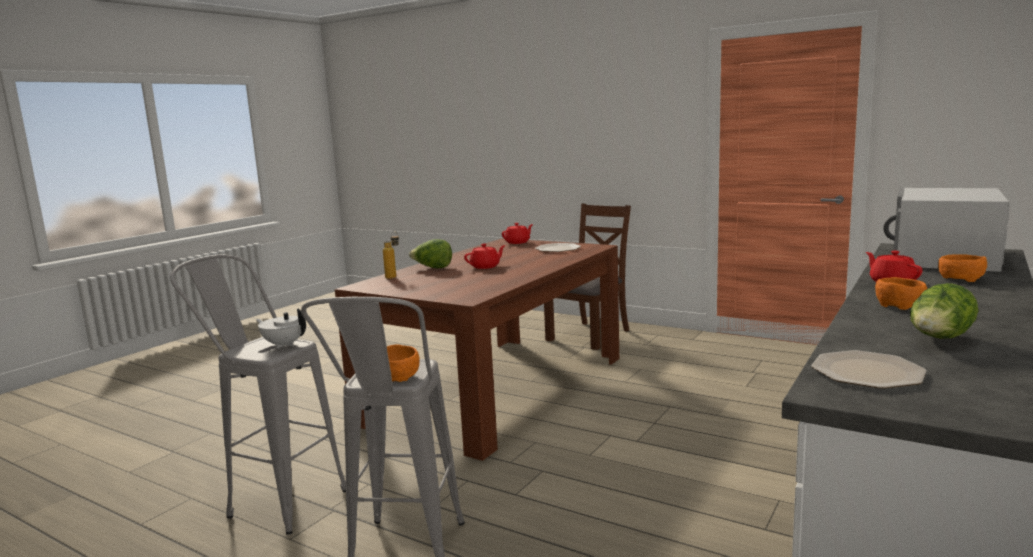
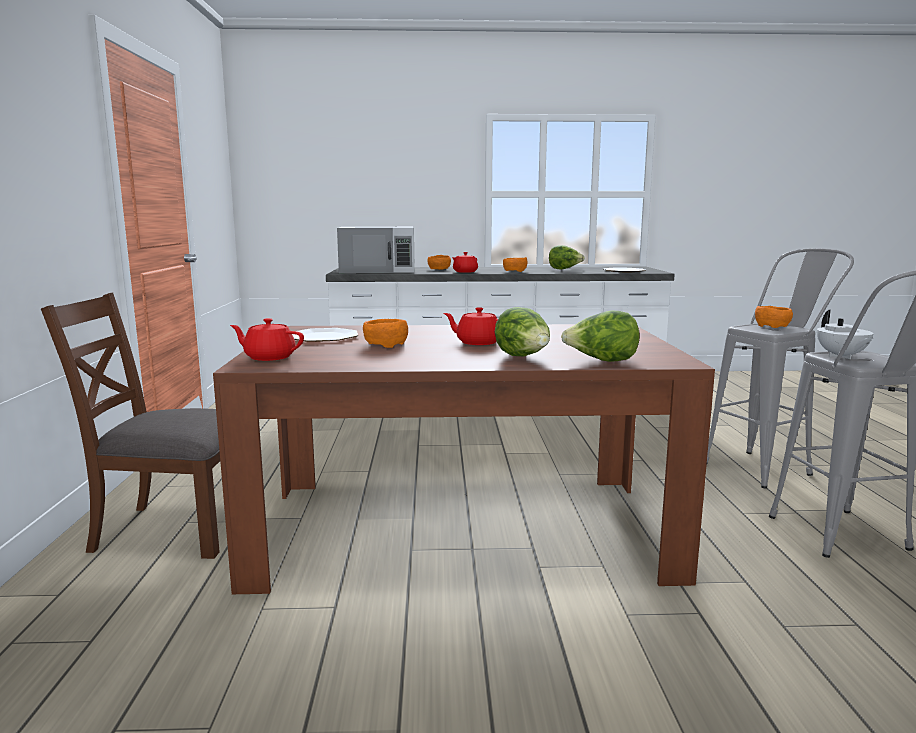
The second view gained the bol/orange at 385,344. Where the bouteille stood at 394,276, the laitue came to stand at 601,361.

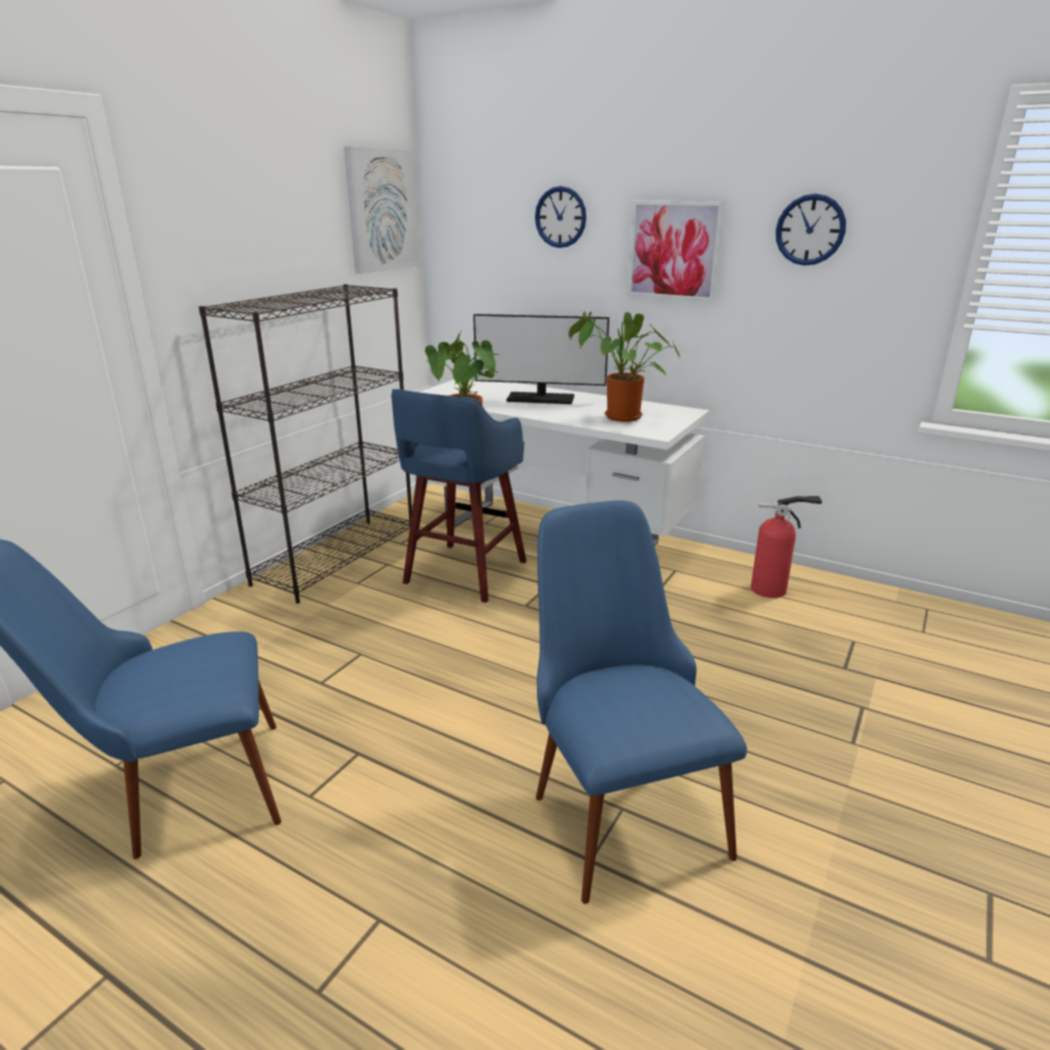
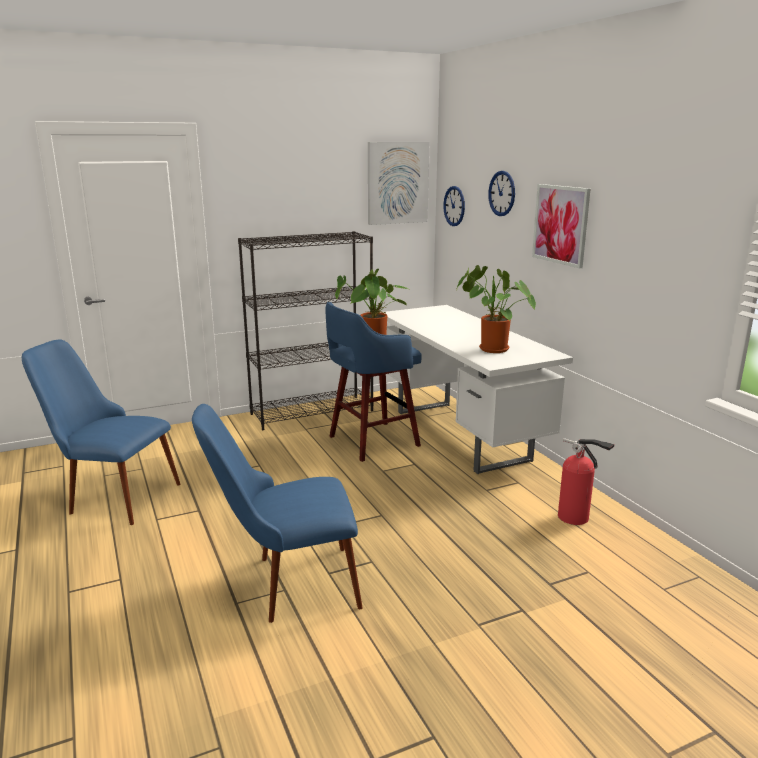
The chaise/bleu at 617,801 ended up facing another way, 120 degrees counterclockwise from before. The horloge murale ended up elsewhere, having gone from 810,230 to 454,206. The second view lost the écran d'ordinateur at 540,399.

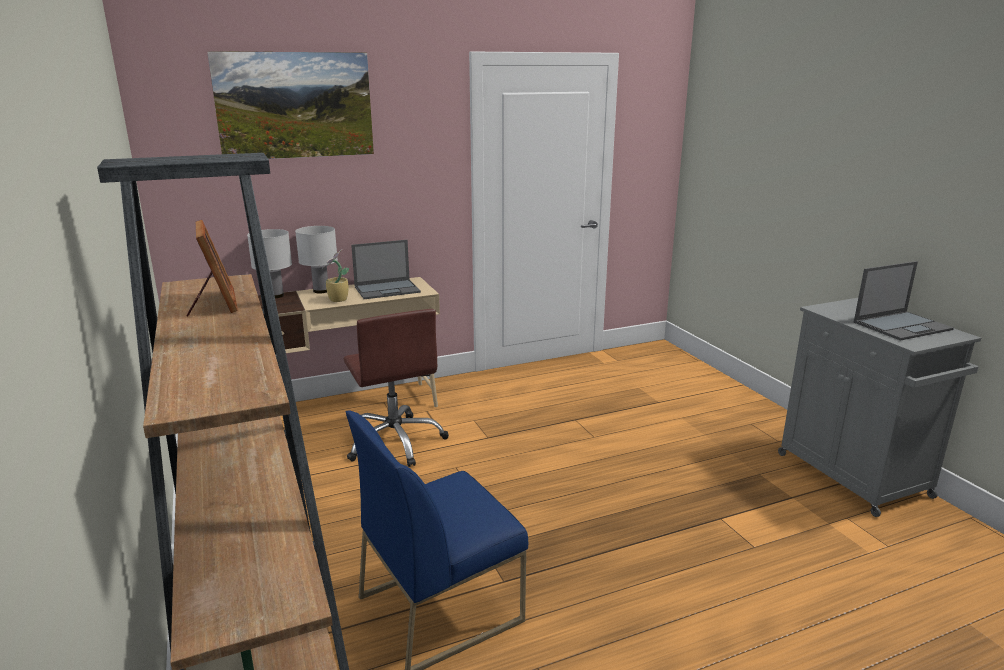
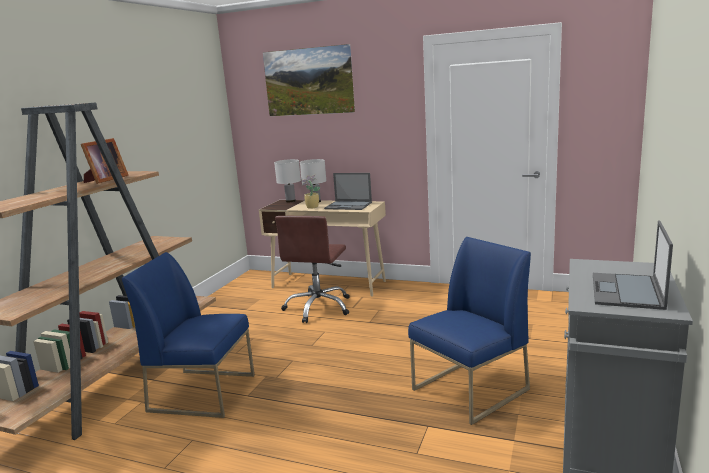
The second view gained the chaise/bleu at 470,390. The ordinateur portable at 902,326 ended up facing another way, 90 degrees clockwise from before.

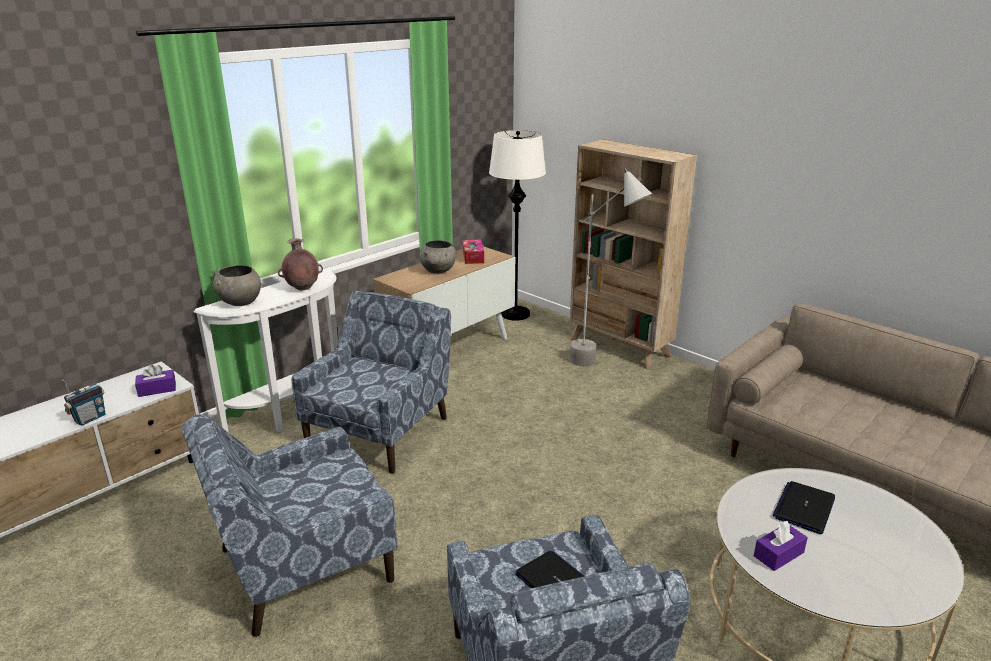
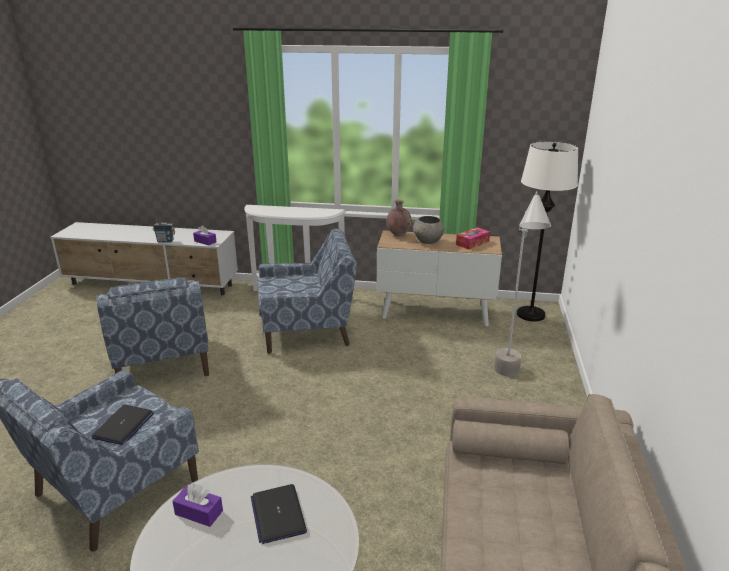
The fauteuil/bleu at 302,566 ended up facing another way, 135 degrees counterclockwise from before. The ordinateur portable at 804,508 ended up facing another way, 105 degrees counterclockwise from before. The vase/marron ended up elsewhere, having gone from 302,288 to 398,235. The second view lost the bol/gris at 240,302. The second view lost the bibliothèque/beige at 619,348.

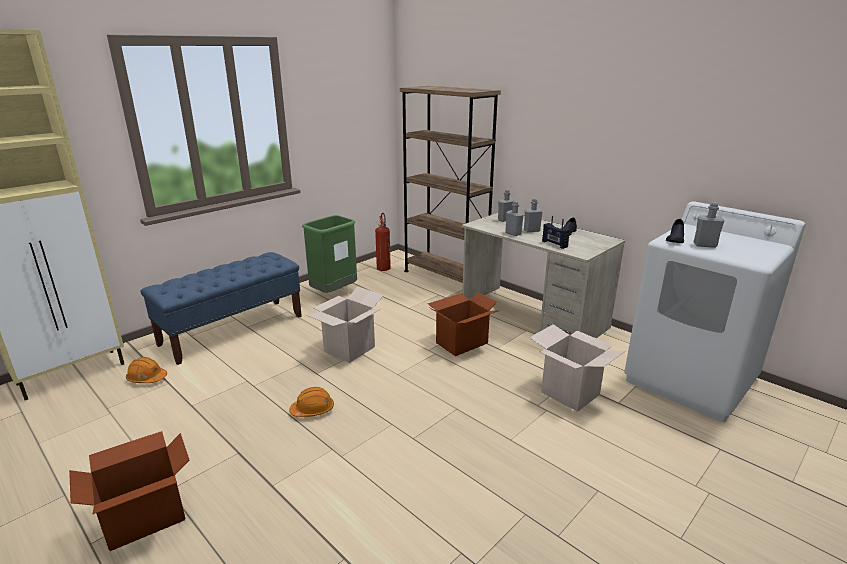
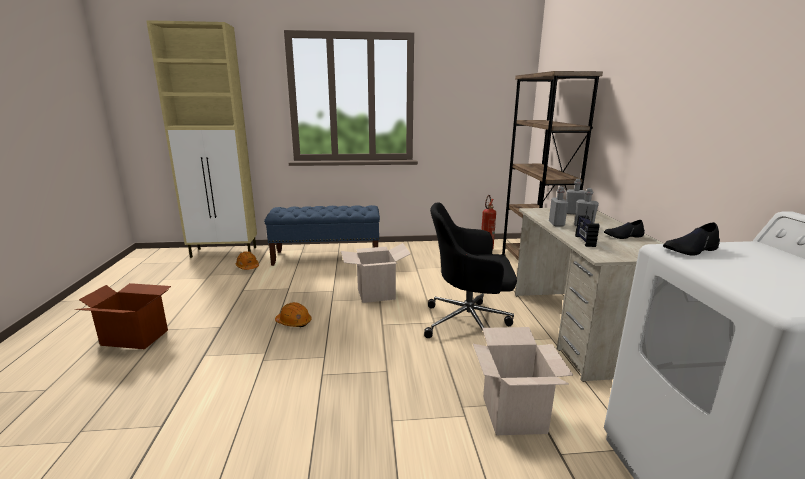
Where the carton stood at 461,343, the chaise de bureau/noir came to stand at 469,323. The second view lost the poubelle/vert at 334,293. The second view lost the bouteille/gris at 705,245.

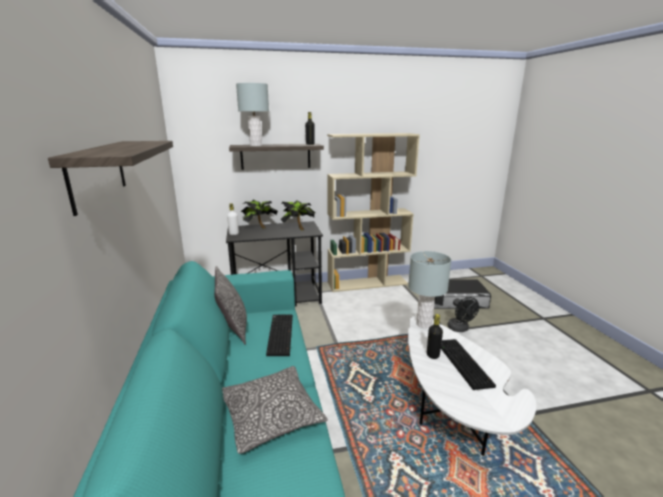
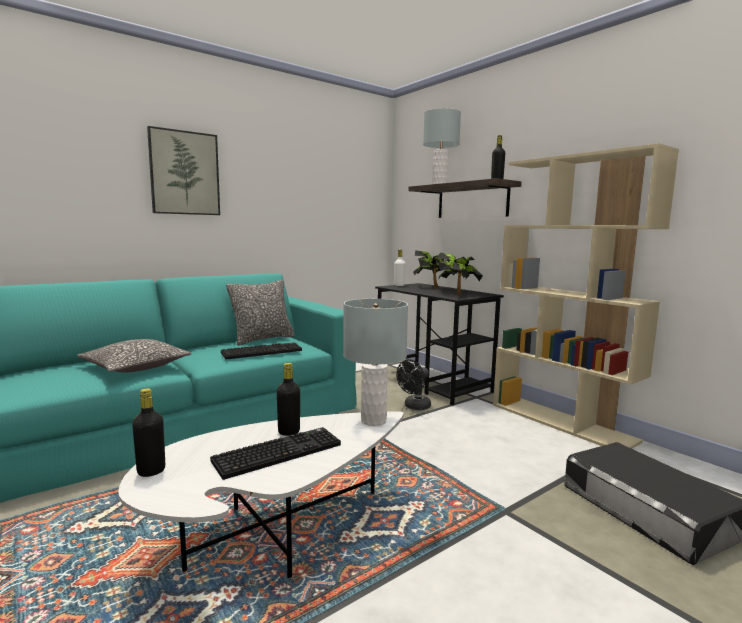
The second view gained the bouteille/noir at 151,471. Where the étagère hung at 98,173, the tableau came to hang at 184,173. The ventilateur/noir ended up elsewhere, having gone from 460,329 to 414,407.

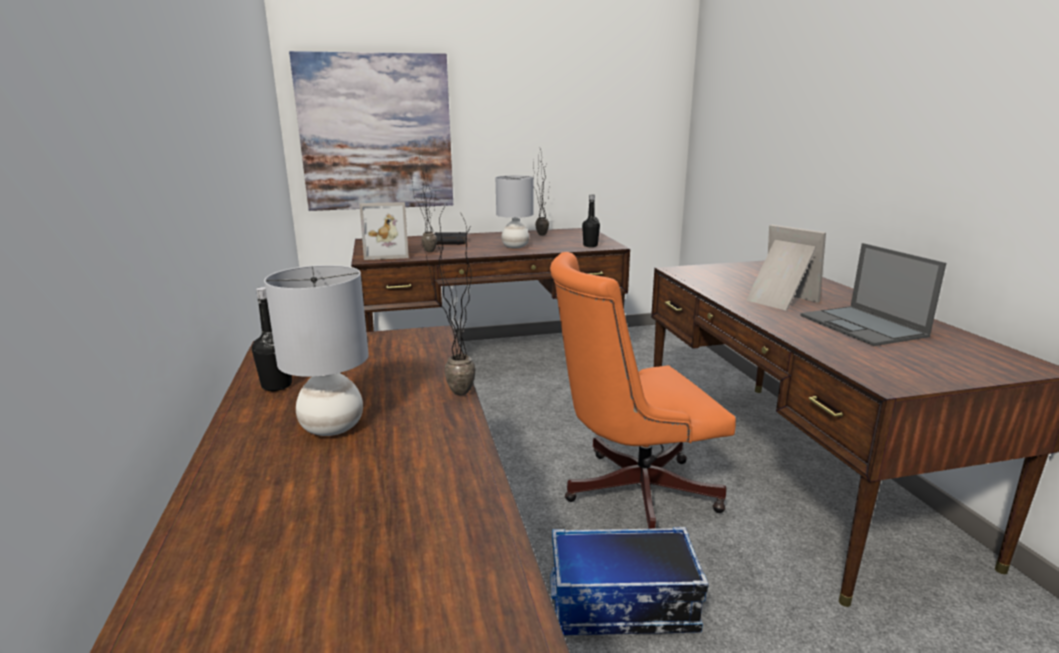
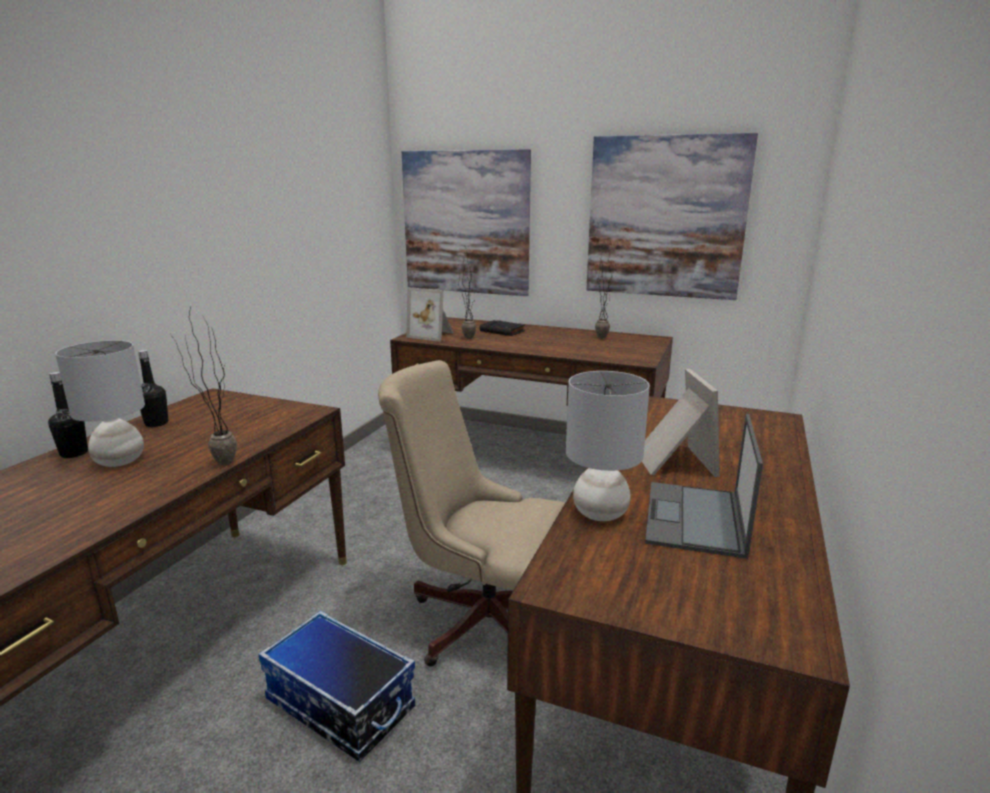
The bouteille/noir ended up elsewhere, having gone from 590,245 to 74,453. What was the chaise de bureau/orange at 630,493 turned into the chaise de bureau/beige at 478,618. The lampe de table/gris ended up elsewhere, having gone from 514,246 to 599,513. The second view gained the tableau at 665,217.

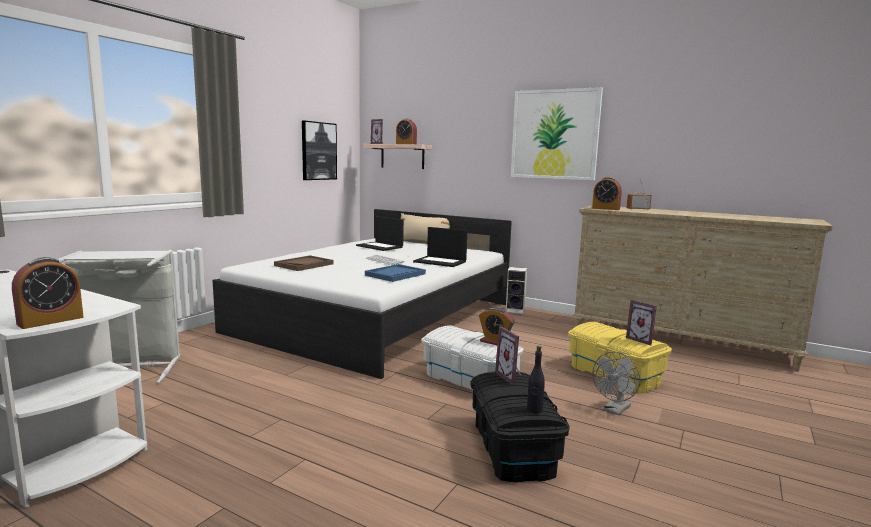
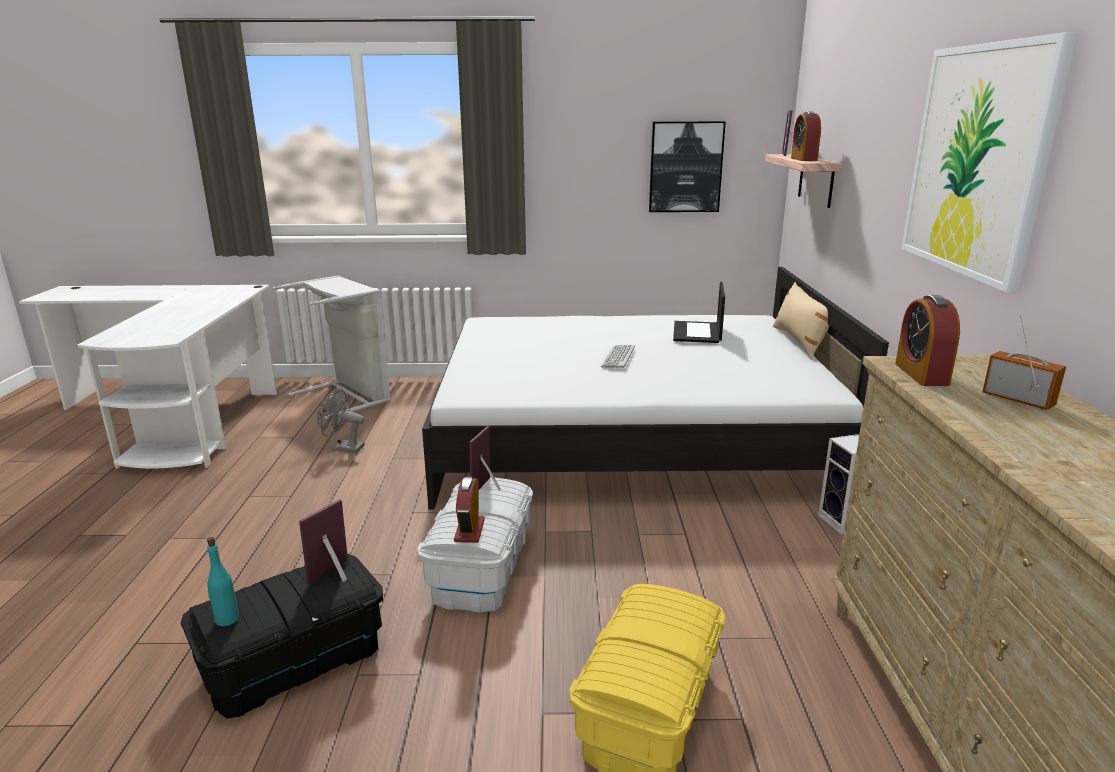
What was the bouteille/noir at 534,410 turned into the bouteille/turquoise at 227,619. The ventilateur/gris ended up elsewhere, having gone from 615,410 to 343,448. The cadre photo ended up elsewhere, having gone from 642,340 to 489,488. The second view lost the réveil at 50,320. The second view lost the plateau/marron at 304,265. The second view lost the plateau/bleu at 395,274. The second view lost the ordinateur portable at 440,262.

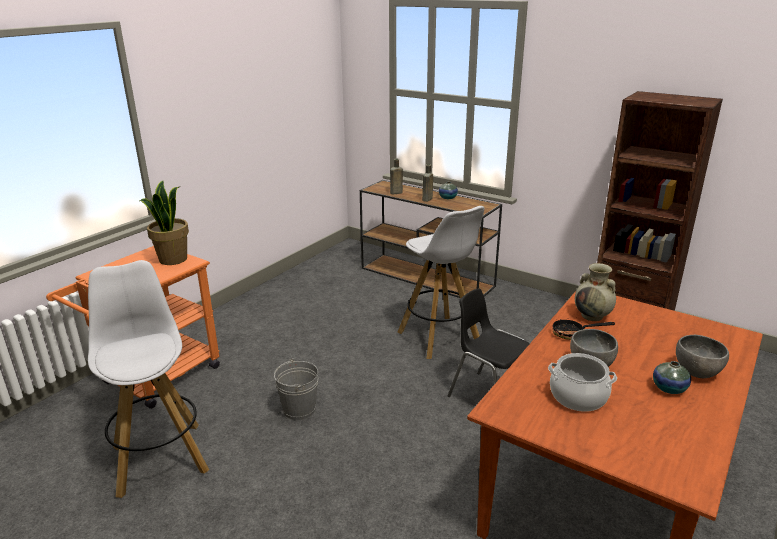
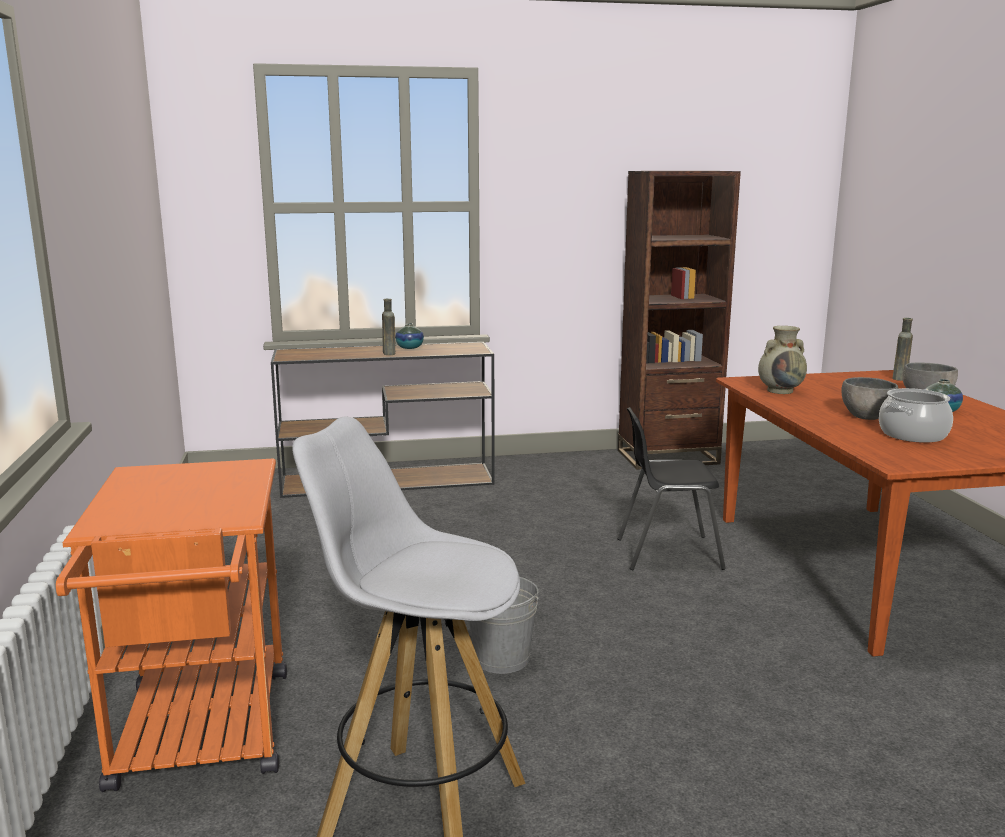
The bouteille/marron ended up elsewhere, having gone from 395,193 to 899,378. The second view lost the plante en pot at 172,259. The second view lost the tabouret/blanc at 439,338. The second view lost the poêle at 573,333.

